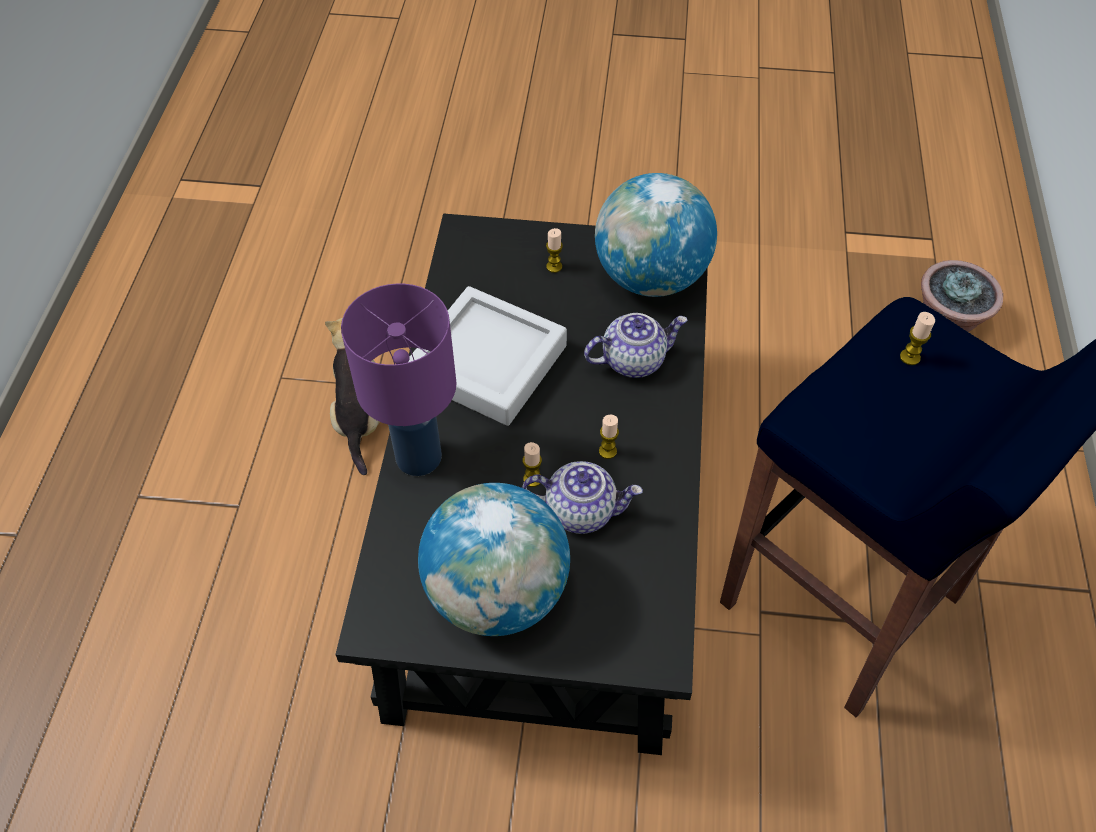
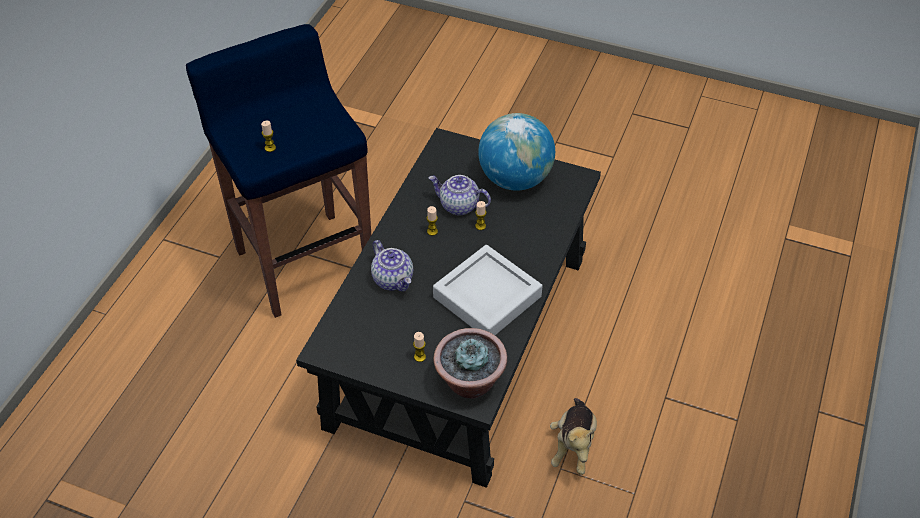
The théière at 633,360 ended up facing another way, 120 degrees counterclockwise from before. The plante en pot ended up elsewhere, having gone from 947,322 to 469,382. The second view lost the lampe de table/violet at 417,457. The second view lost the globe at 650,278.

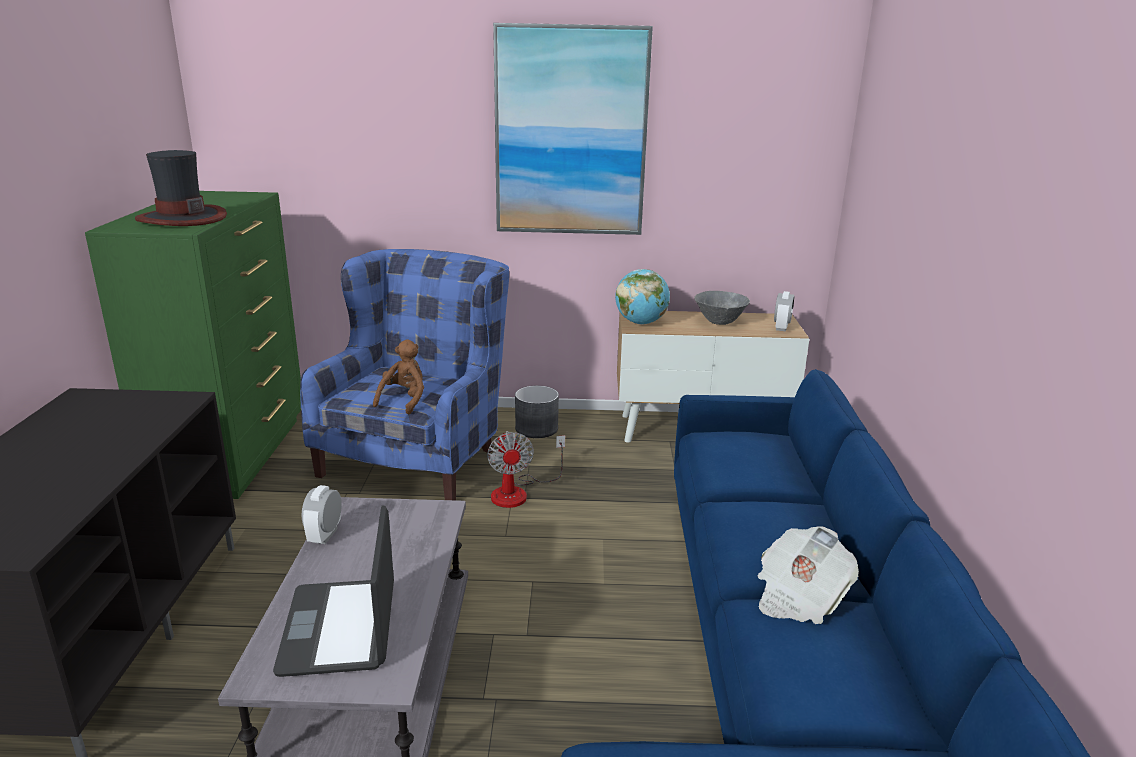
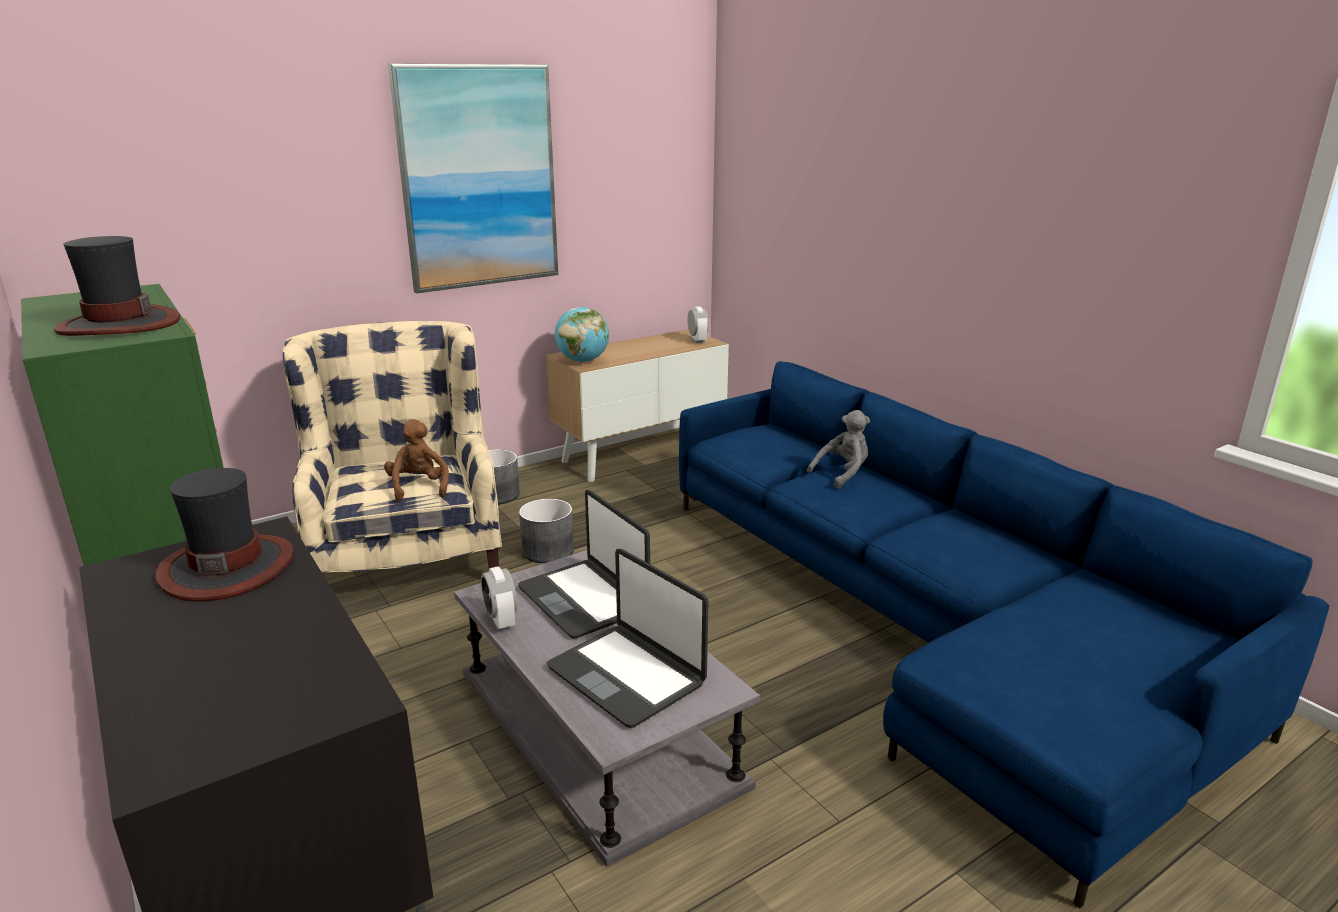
The second view gained the chapeau at 227,567. What was the fauteuil/bleu at 419,455 turned into the fauteuil/beige at 409,553. The second view gained the ordinateur portable at 584,599. Where the ventilateur stood at 518,492, the cache-pot/gris came to stand at 548,550. The second view gained the peluche/gris at 842,474. The second view lost the bol/gris at 720,323. The second view lost the journal at 799,596.

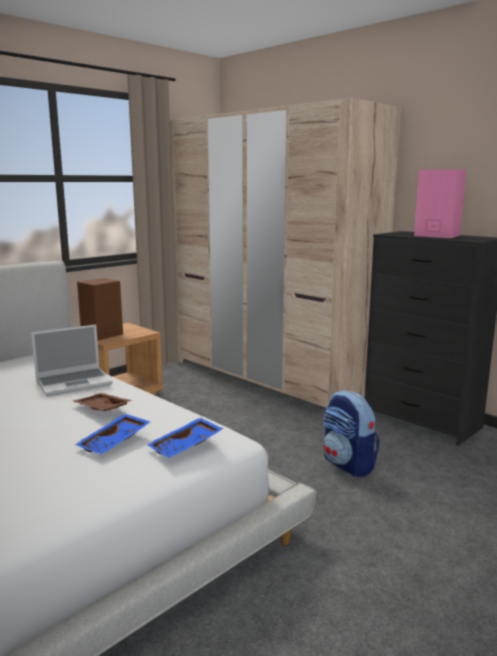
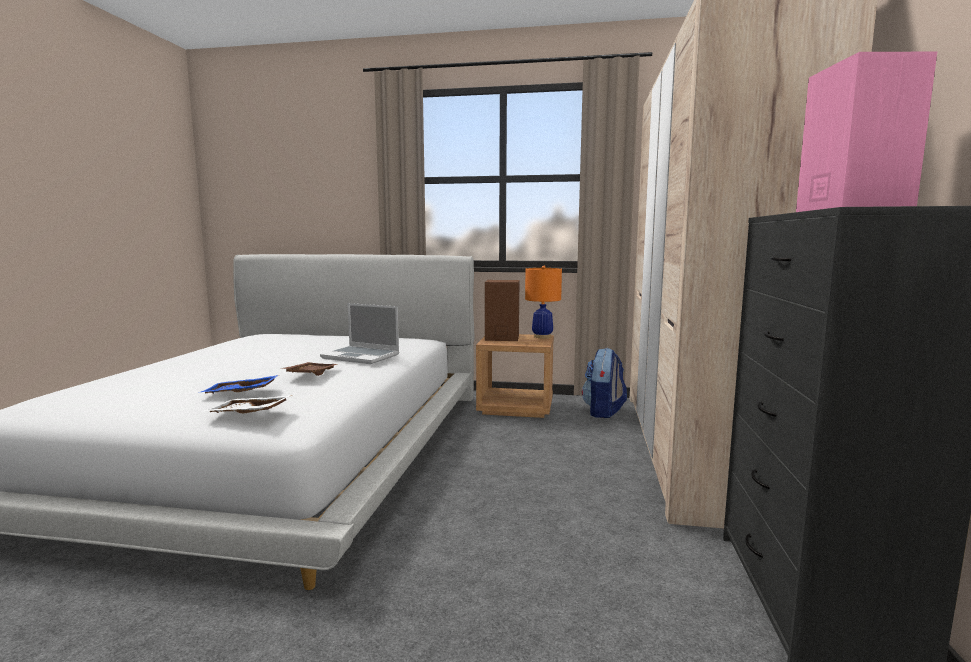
What was the plateau/bleu at 186,446 turned into the plateau/blanc at 248,414. The second view gained the lampe de table/orange at 542,336. The sac à dos ended up elsewhere, having gone from 348,465 to 604,412.

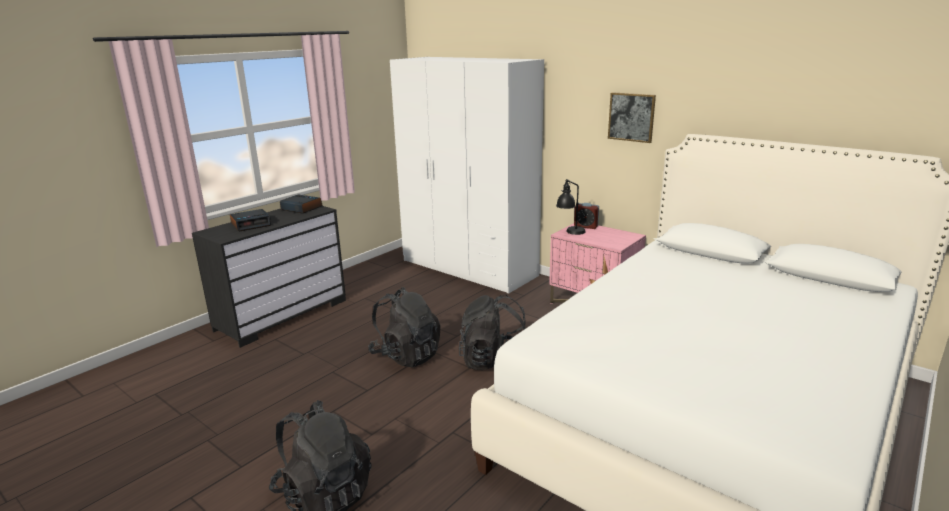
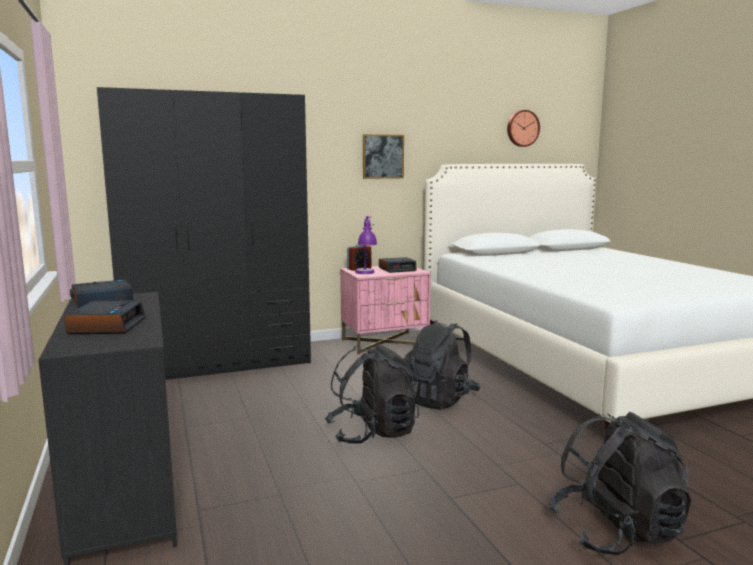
What was the armoire/blanc at 469,268 turned into the armoire/noir at 218,363. What was the lampe de table/noir at 570,233 turned into the lampe de table/violet at 366,274. The second view gained the réveil at 397,269. The second view gained the horloge murale at 522,128.

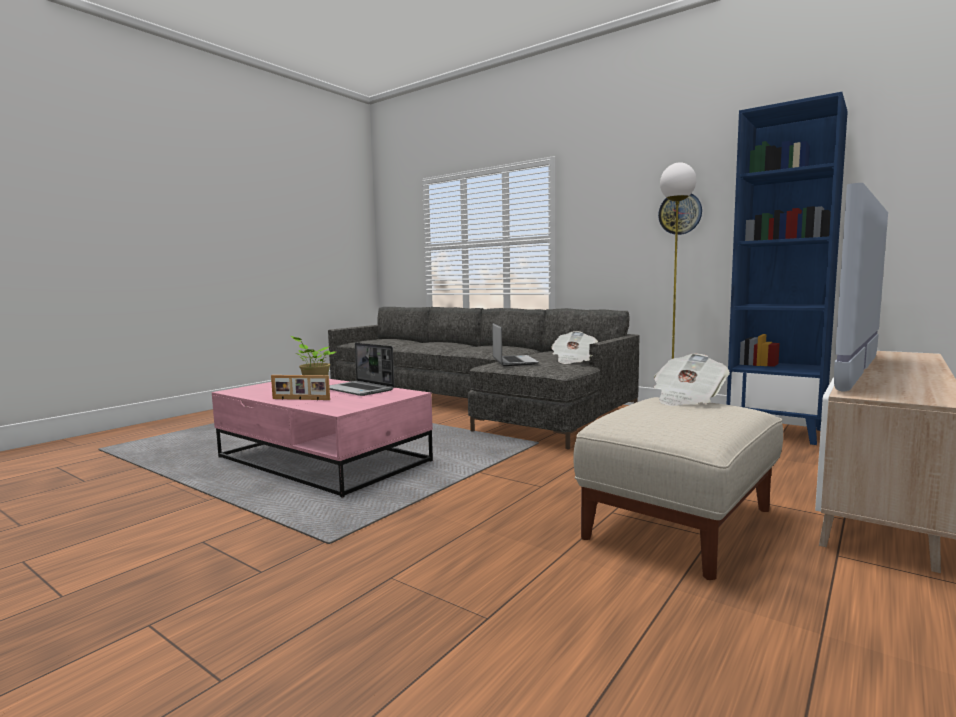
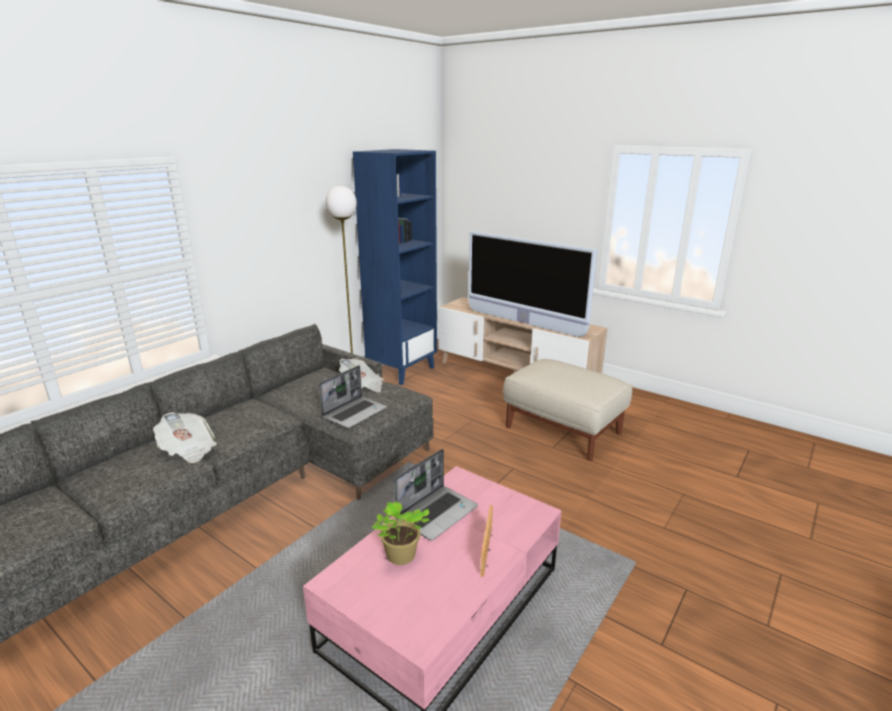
The journal ended up elsewhere, having gone from 687,399 to 188,450. The ordinateur portable at 513,362 ended up facing another way, 135 degrees clockwise from before. The second view lost the horloge murale at 680,213.

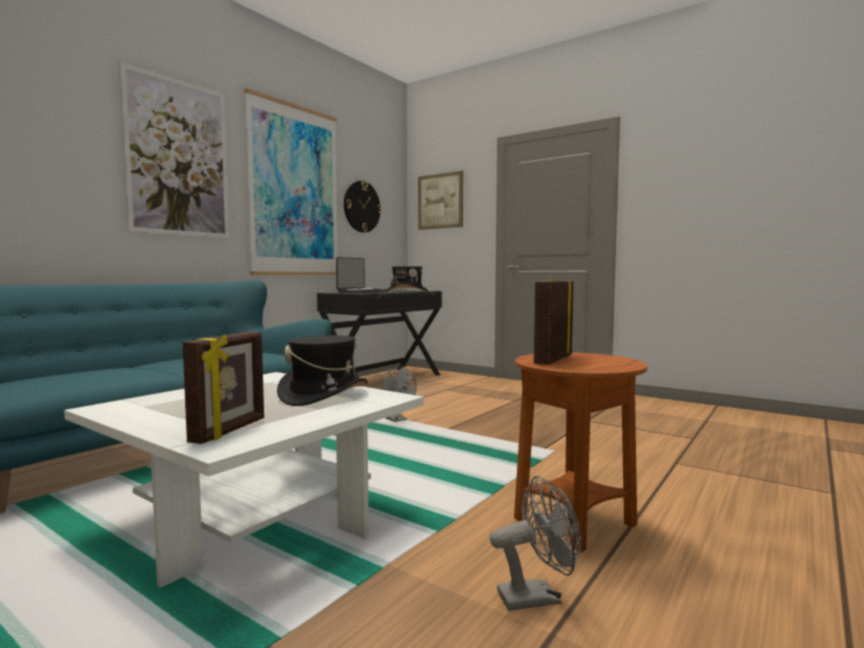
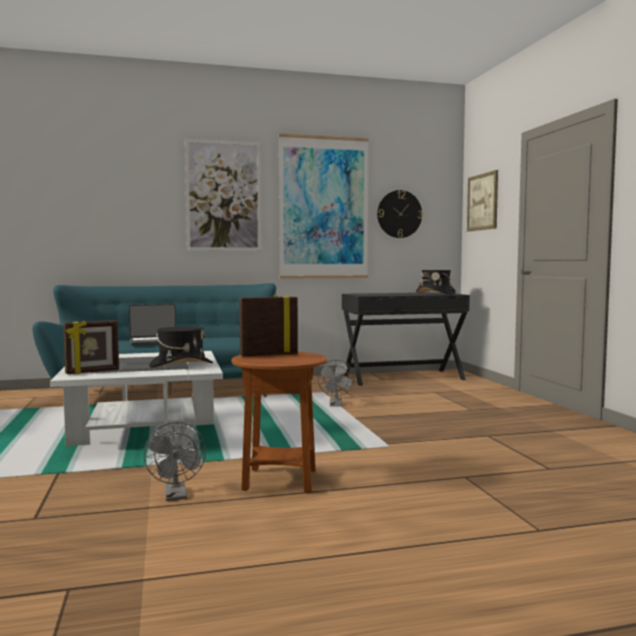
The ordinateur portable ended up elsewhere, having gone from 362,292 to 154,342. The ventilateur/gris at 537,597 ended up facing another way, 45 degrees clockwise from before.

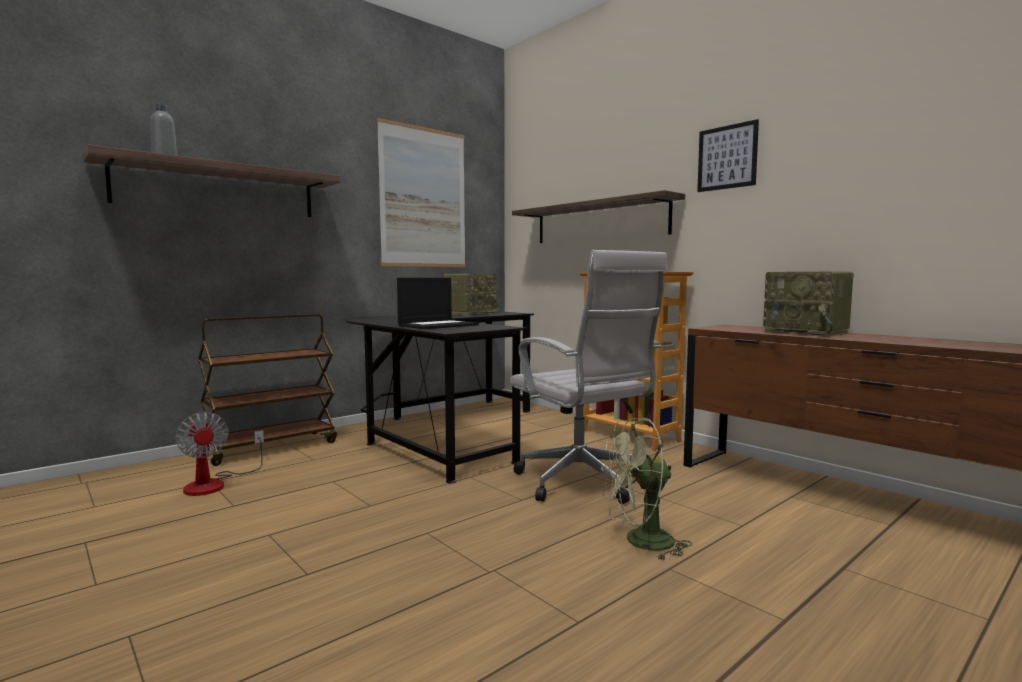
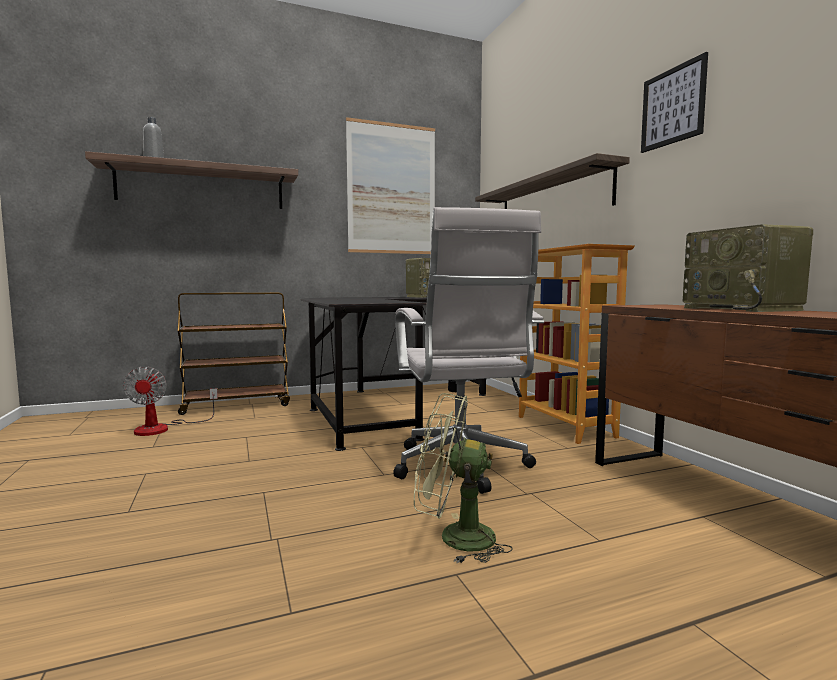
The second view lost the ordinateur portable at 438,325.

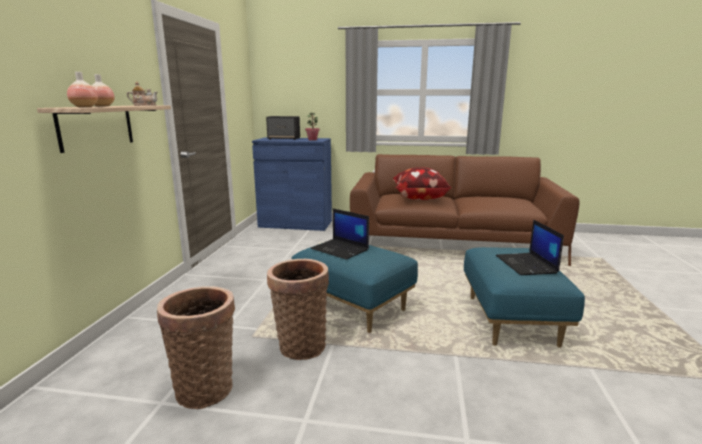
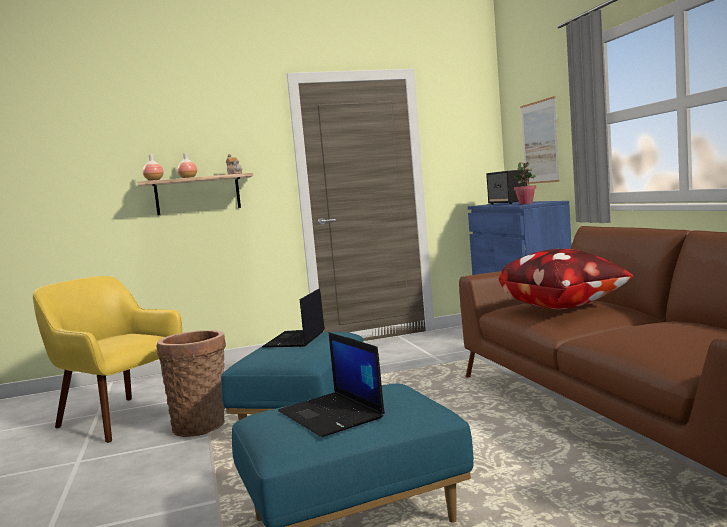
Where the panier stood at 206,387, the fauteuil/jaune came to stand at 120,418. The ordinateur portable at 527,265 ended up facing another way, 90 degrees counterclockwise from before. The second view gained the tableau at 540,142.

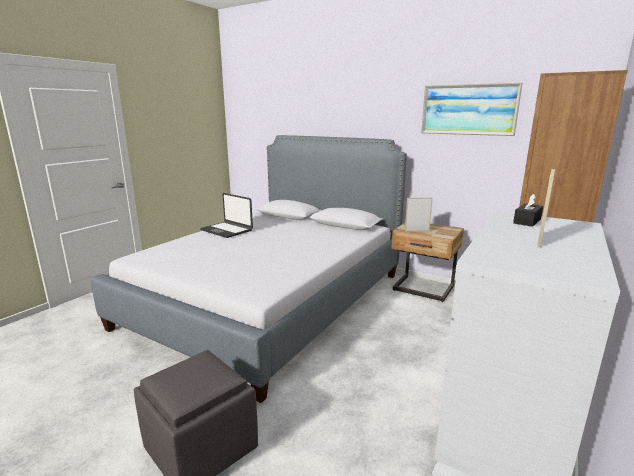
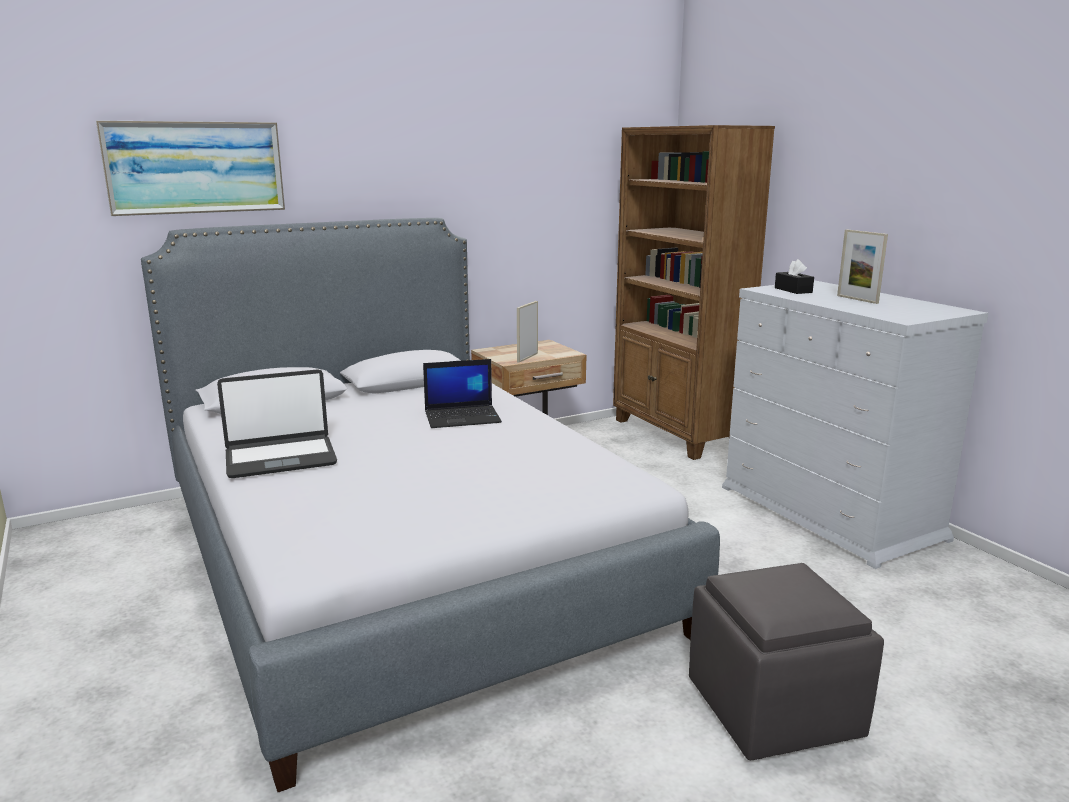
The tableau ended up elsewhere, having gone from 468,109 to 195,167. The second view gained the ordinateur portable at 463,417.

